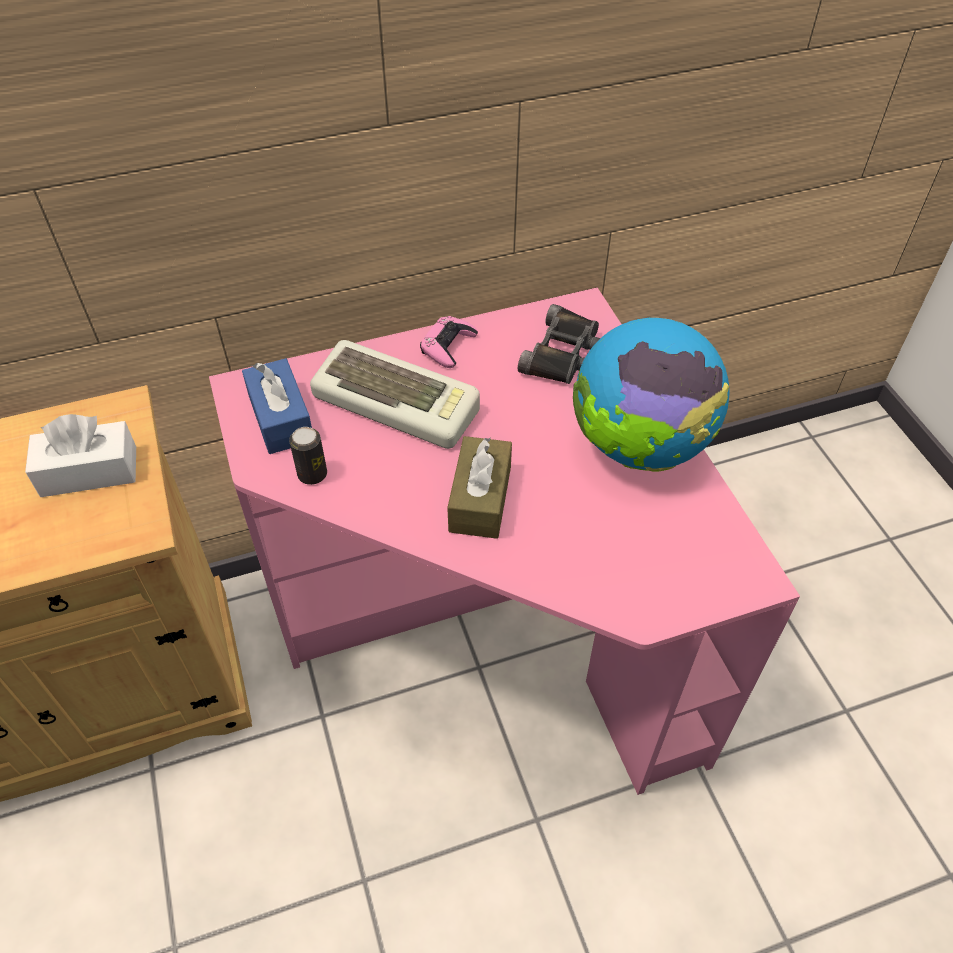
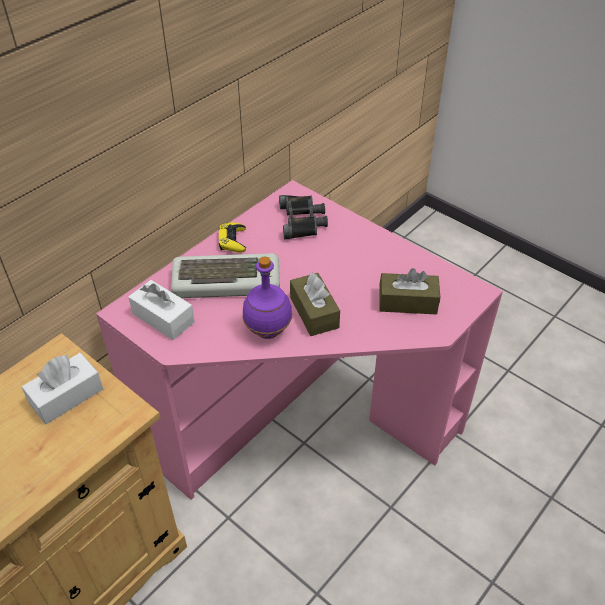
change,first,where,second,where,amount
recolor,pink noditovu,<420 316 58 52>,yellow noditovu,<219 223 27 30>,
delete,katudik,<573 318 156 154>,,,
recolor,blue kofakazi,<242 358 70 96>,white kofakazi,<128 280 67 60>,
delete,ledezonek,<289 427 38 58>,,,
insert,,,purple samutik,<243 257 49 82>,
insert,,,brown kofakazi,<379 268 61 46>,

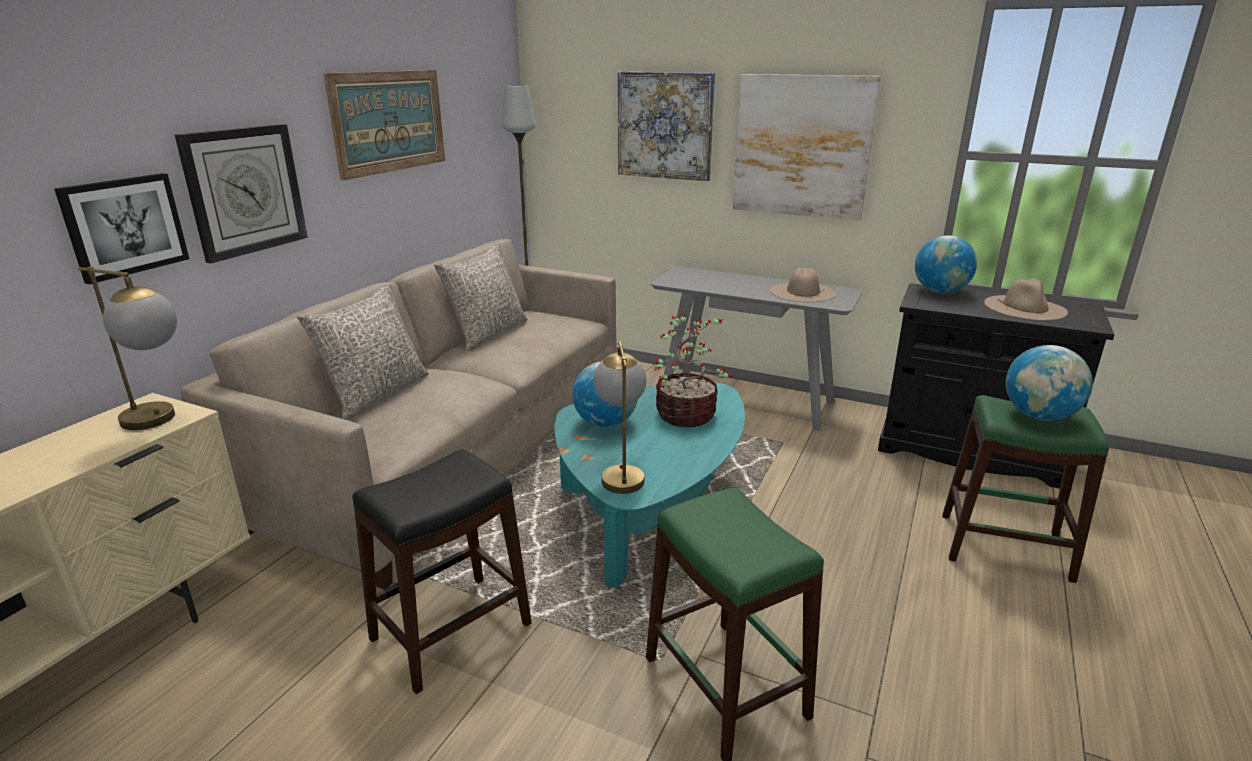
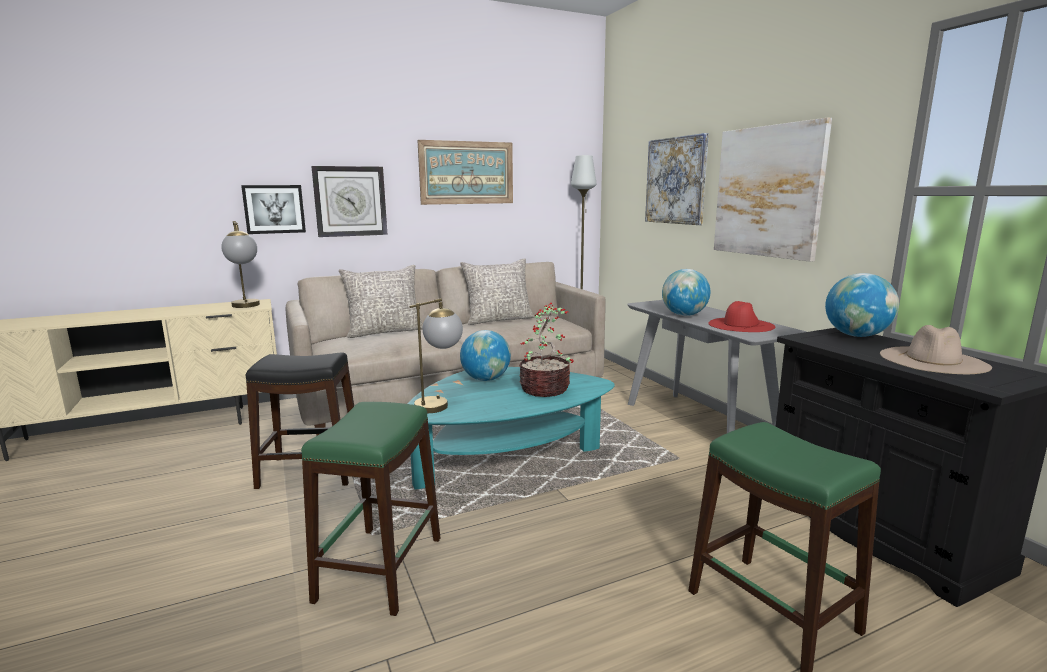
change,first,where,second,where,amount
recolor,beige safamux,<770 268 67 34>,red safamux,<708 301 67 31>,
move,katudik,<1006 345 87 76>,,<662 269 48 47>,

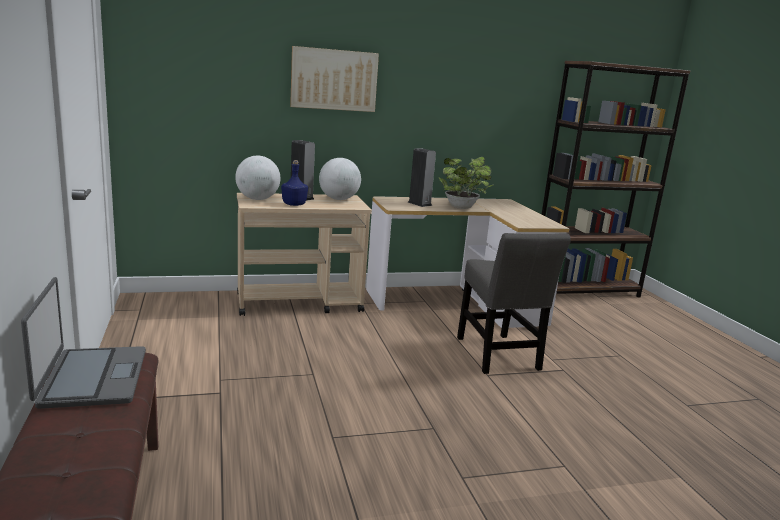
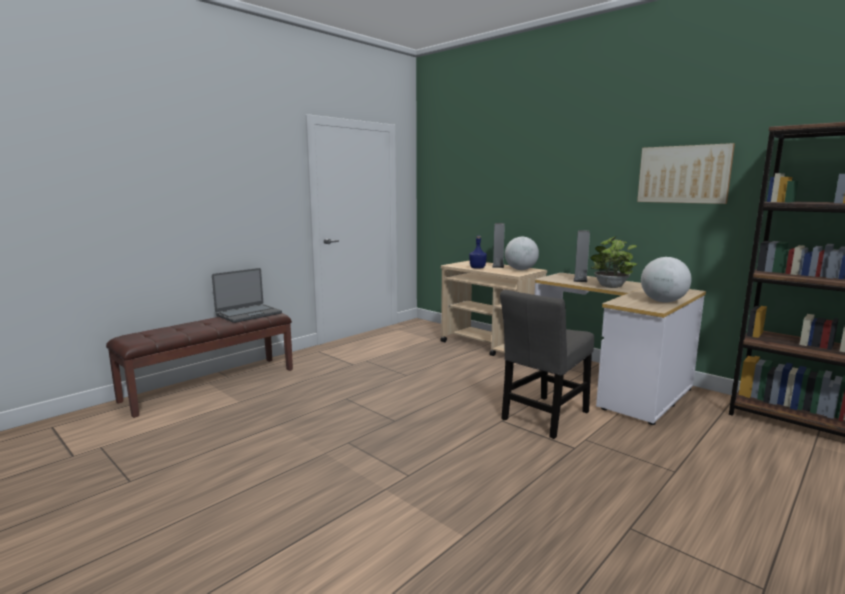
change,first,where,second,where,amount
move,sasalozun,<290 46 89 66>,,<637 143 98 61>,
move,katudik,<235 156 45 44>,,<641 257 51 45>,

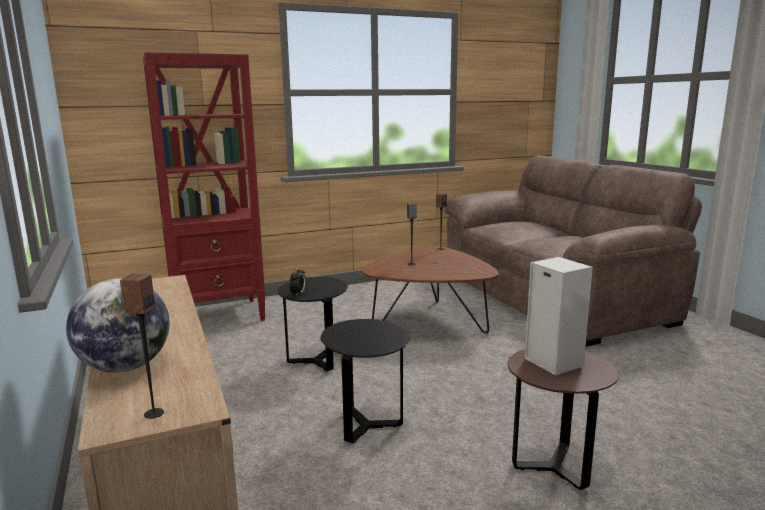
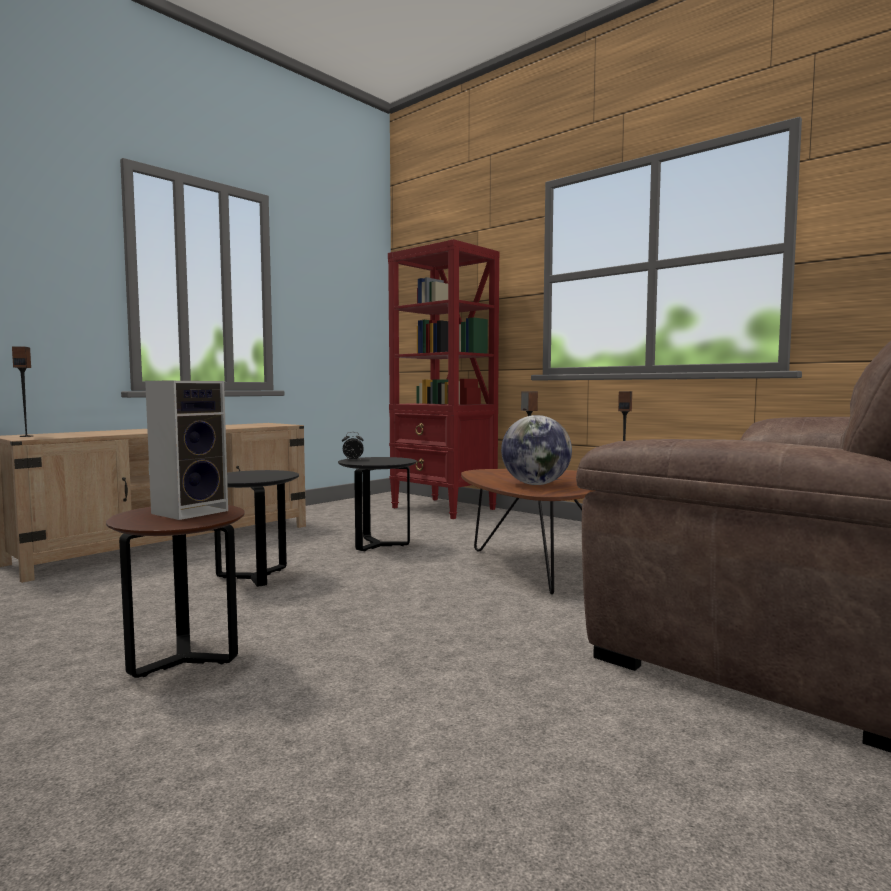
change,first,where,second,where,amount
move,katudik,<66 278 104 95>,,<501 415 71 70>,

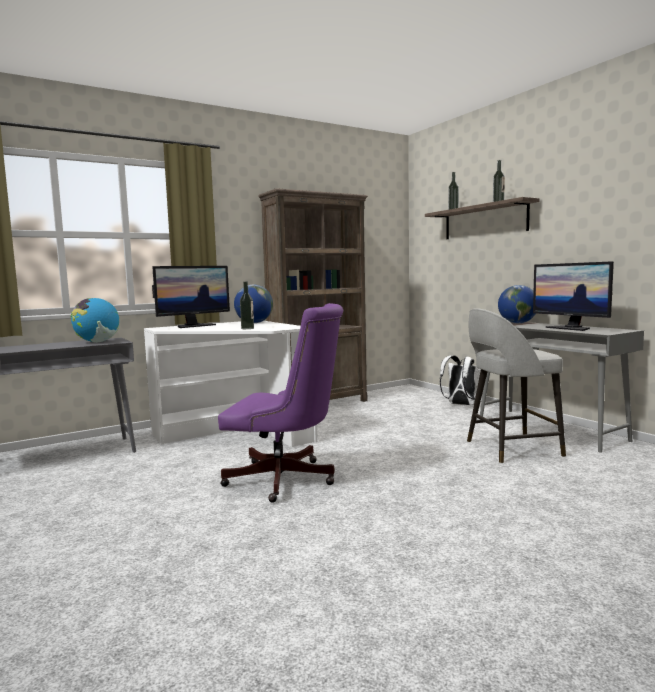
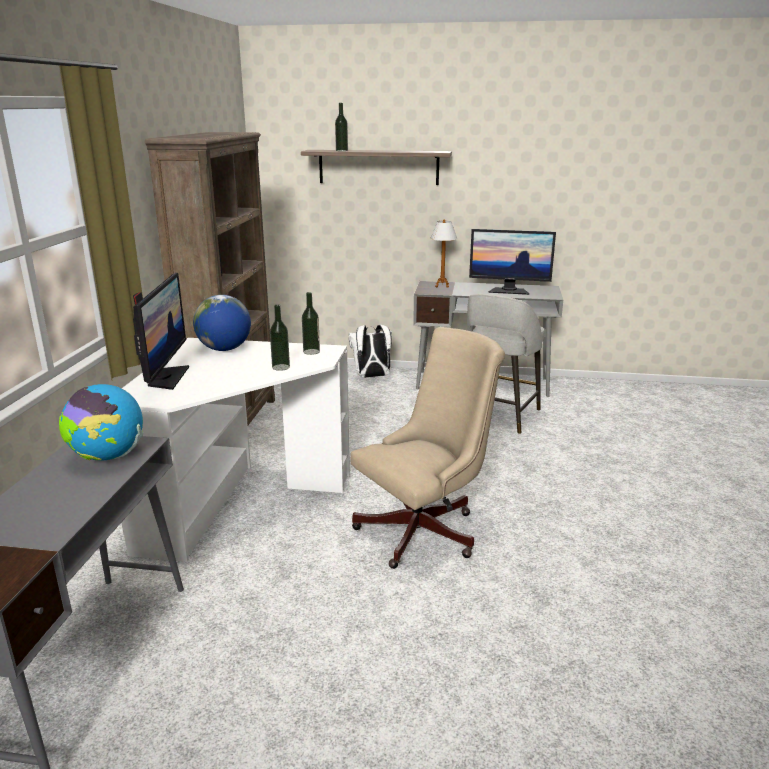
change,first,where,second,where,amount
move,samutik,<493 160 12 42>,,<302 292 18 63>,
replace,katudik,<498 285 38 38>,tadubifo,<431 219 26 69>,
recolor,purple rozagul,<218 303 125 200>,beige rozagul,<351 327 154 242>,

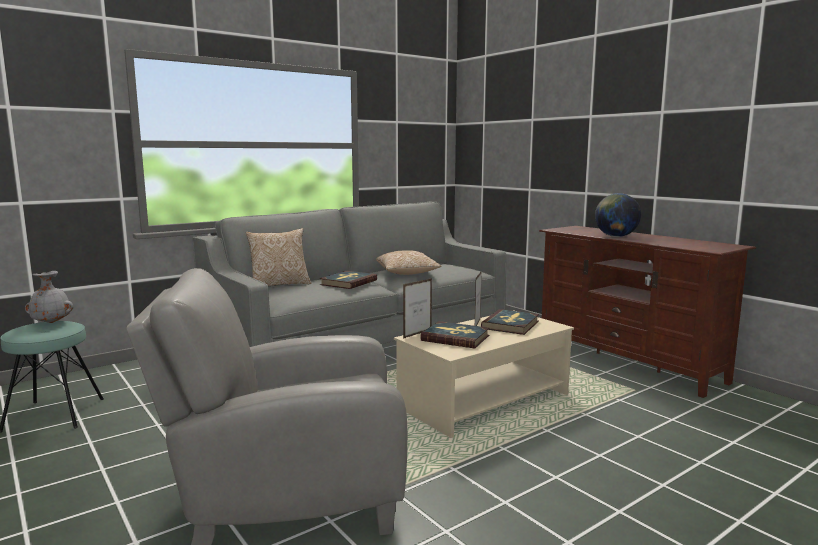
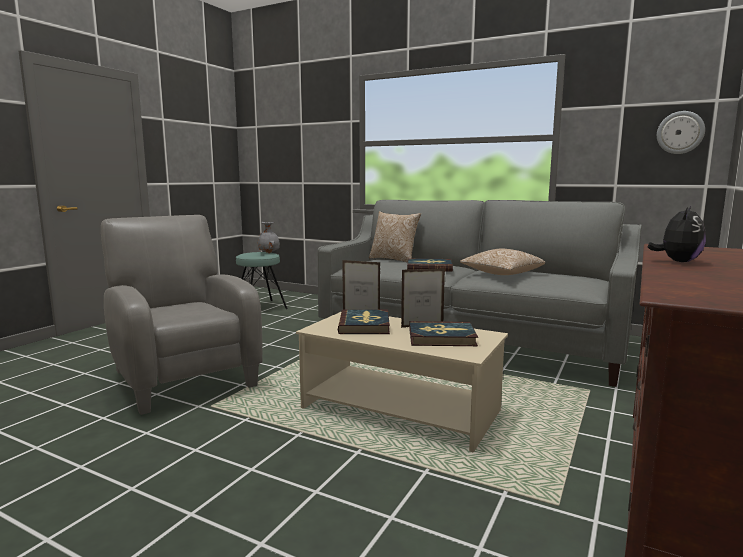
change,first,where,second,where,amount
replace,katudik,<595 193 46 44>,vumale,<648 206 58 56>,
insert,,,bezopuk,<657 111 48 43>,

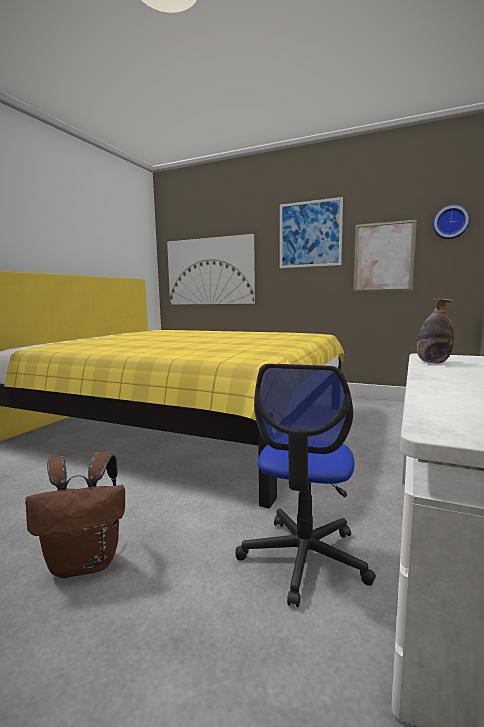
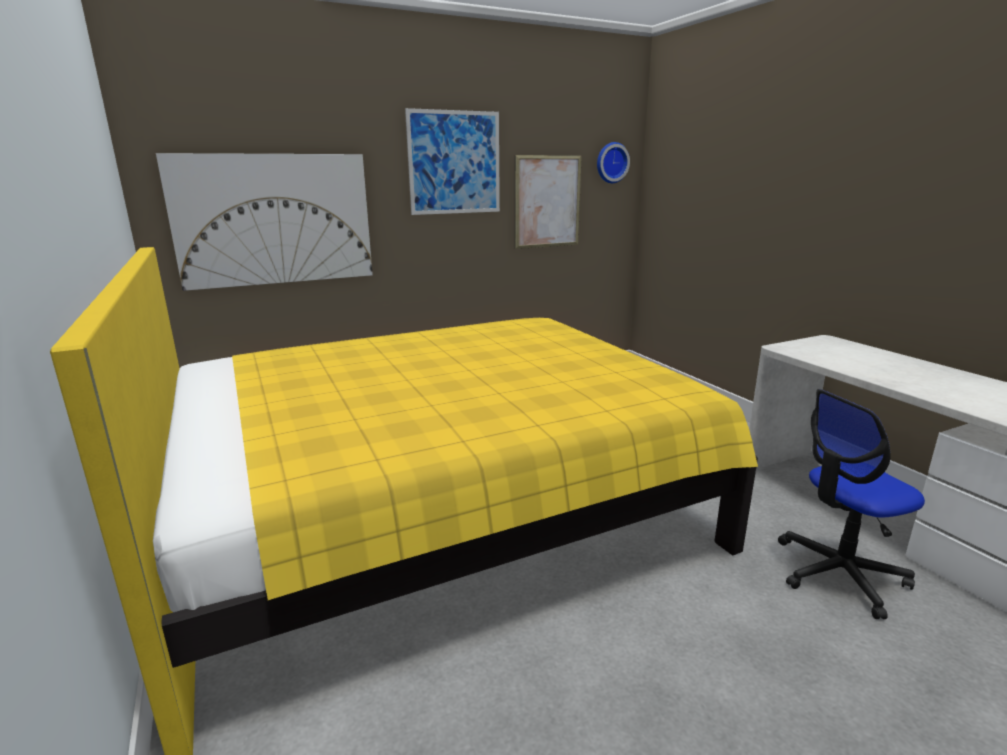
change,first,where,second,where,amount
delete,samutik,<417 298 37 65>,,,
rotate,rozagul,<235 364 141 243>,,<778 389 147 230>,105 degrees clockwise
delete,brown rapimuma,<25 452 100 126>,,,

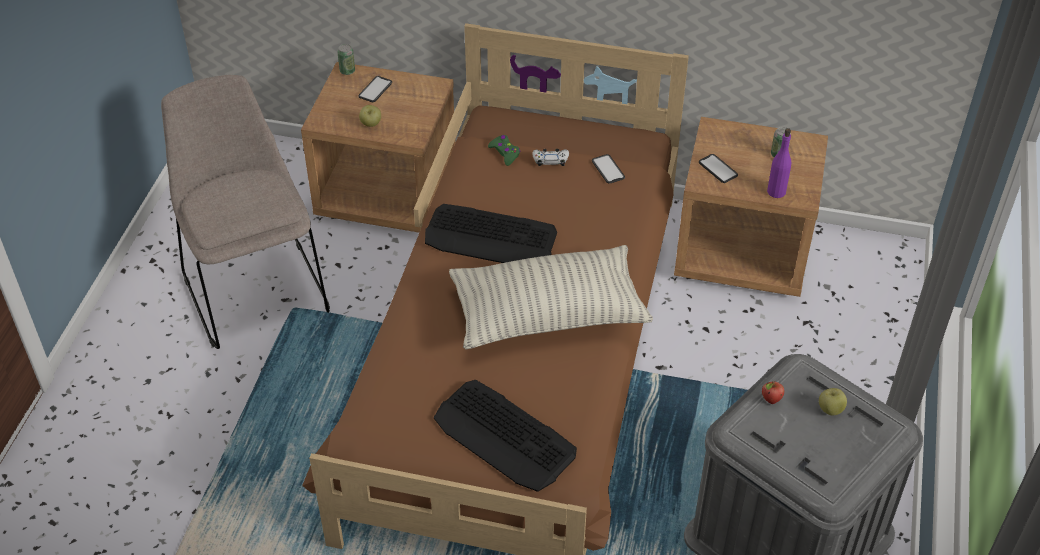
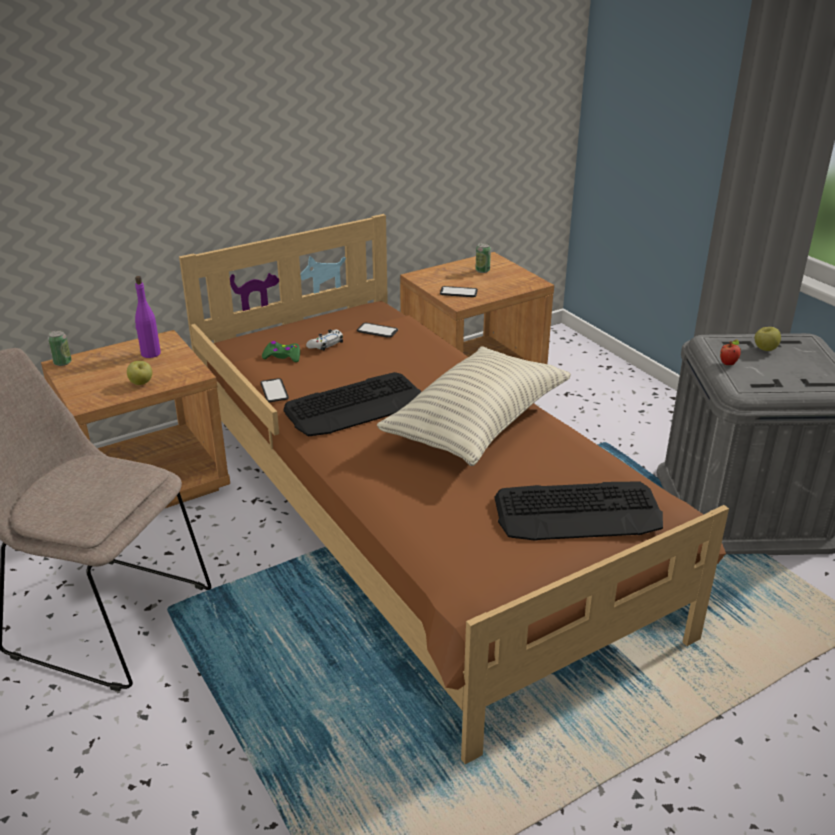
change,first,where,second,where,amount
move,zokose,<358 76 34 26>,,<260 378 29 24>,
move,purple samutik,<767 128 24 70>,,<135 276 26 82>,

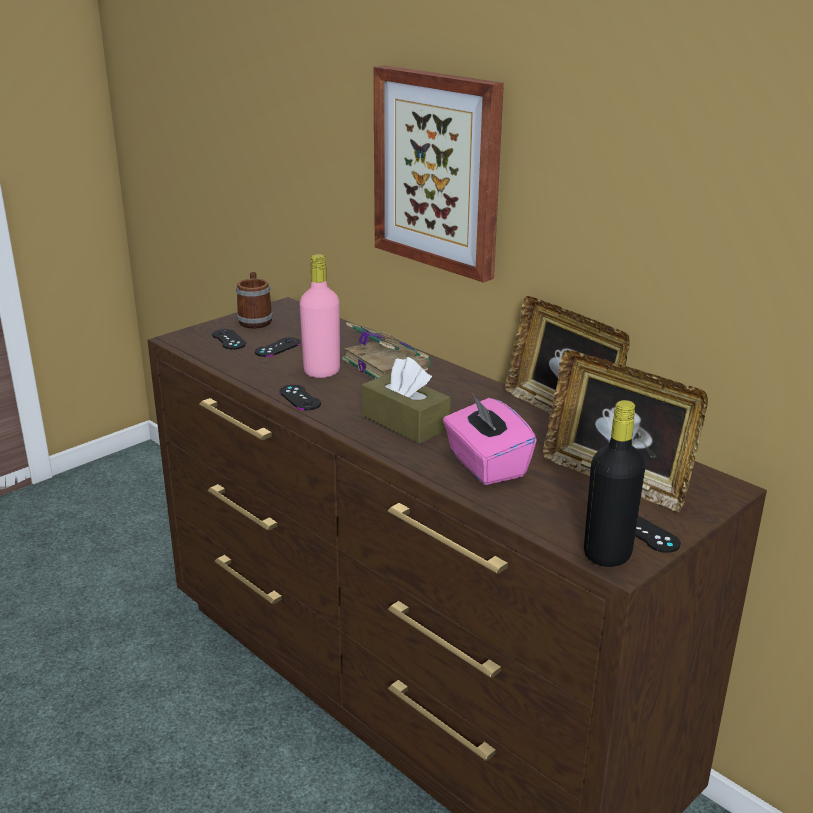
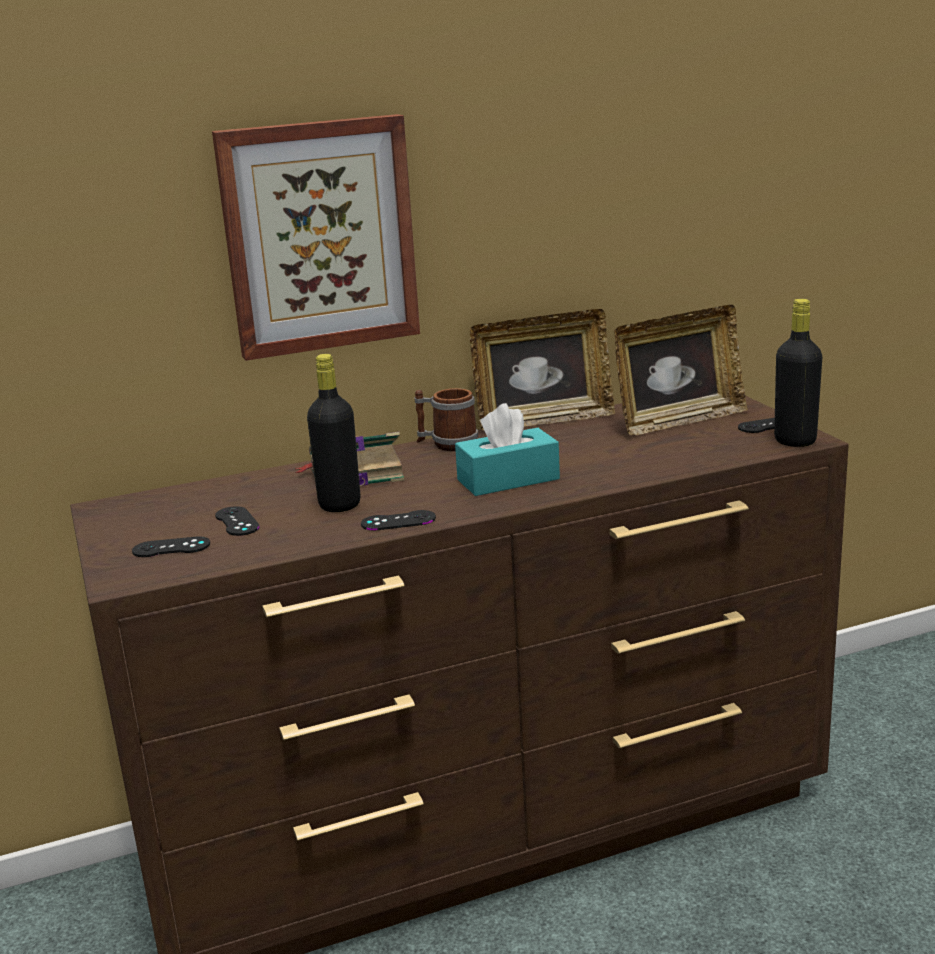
change,first,where,second,where,amount
recolor,pink samutik,<300 254 40 124>,black samutik,<307 354 53 158>,
move,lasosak,<236 272 37 56>,,<415 388 63 63>,
recolor,brown kofakazi,<362 357 89 87>,turquoise kofakazi,<455 403 105 93>,
delete,pink kofakazi,<443 393 94 92>,,,

